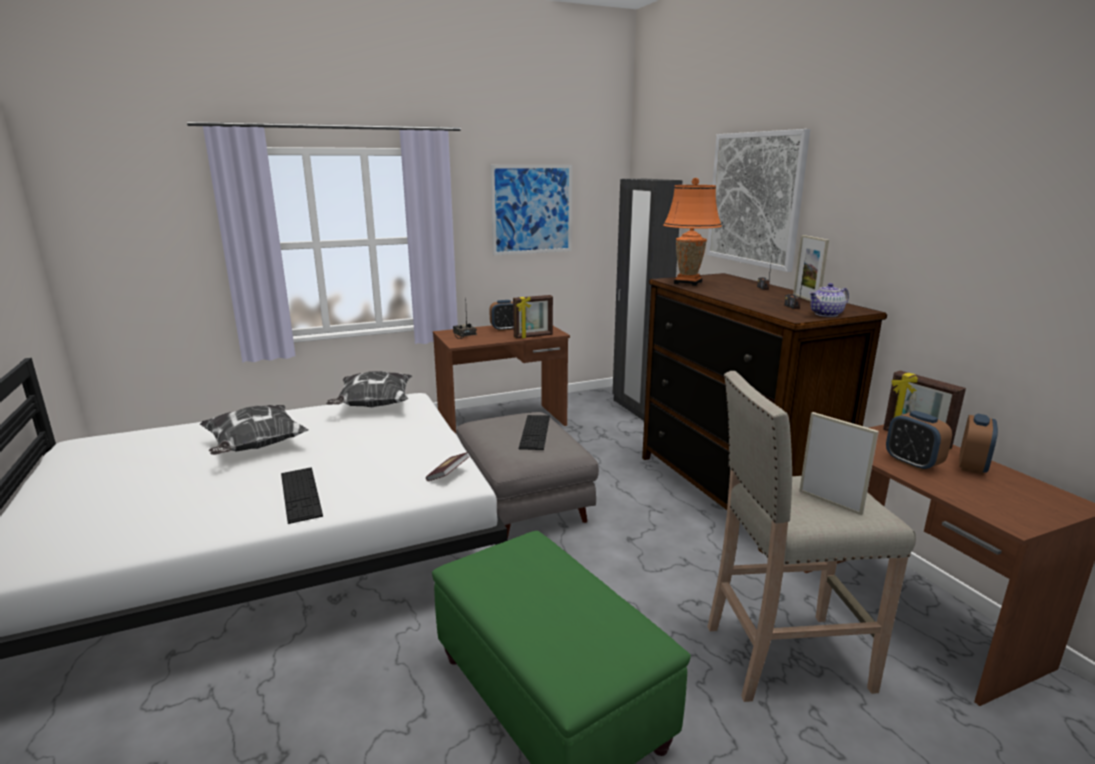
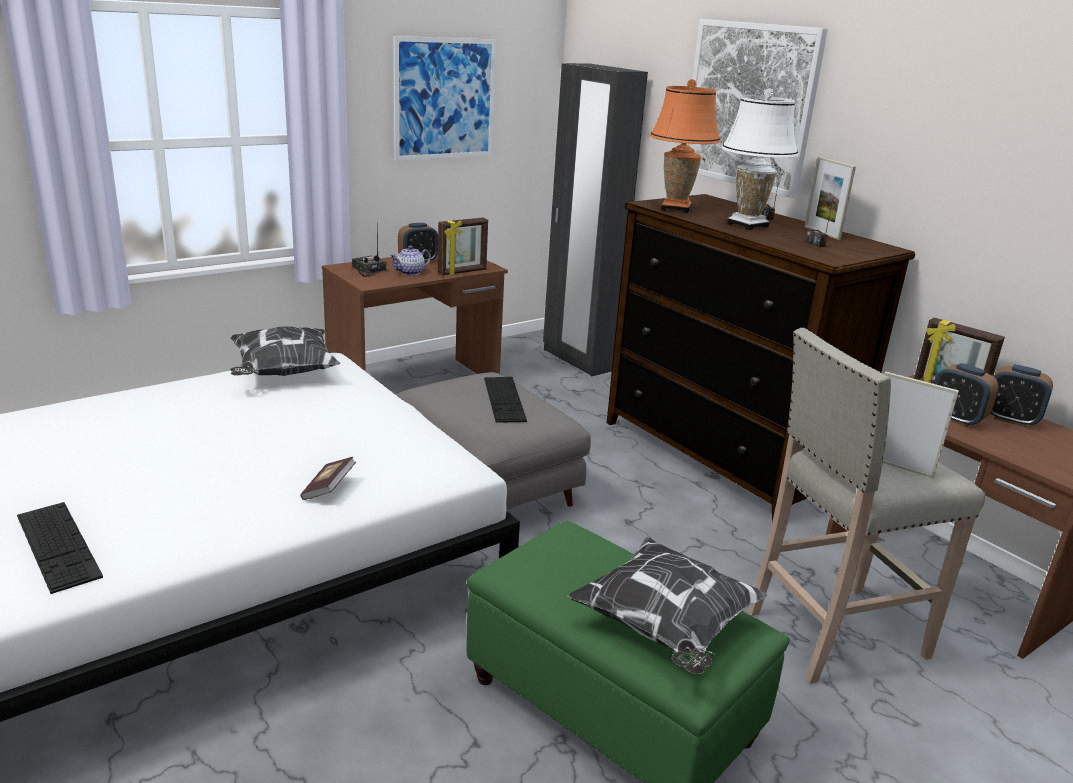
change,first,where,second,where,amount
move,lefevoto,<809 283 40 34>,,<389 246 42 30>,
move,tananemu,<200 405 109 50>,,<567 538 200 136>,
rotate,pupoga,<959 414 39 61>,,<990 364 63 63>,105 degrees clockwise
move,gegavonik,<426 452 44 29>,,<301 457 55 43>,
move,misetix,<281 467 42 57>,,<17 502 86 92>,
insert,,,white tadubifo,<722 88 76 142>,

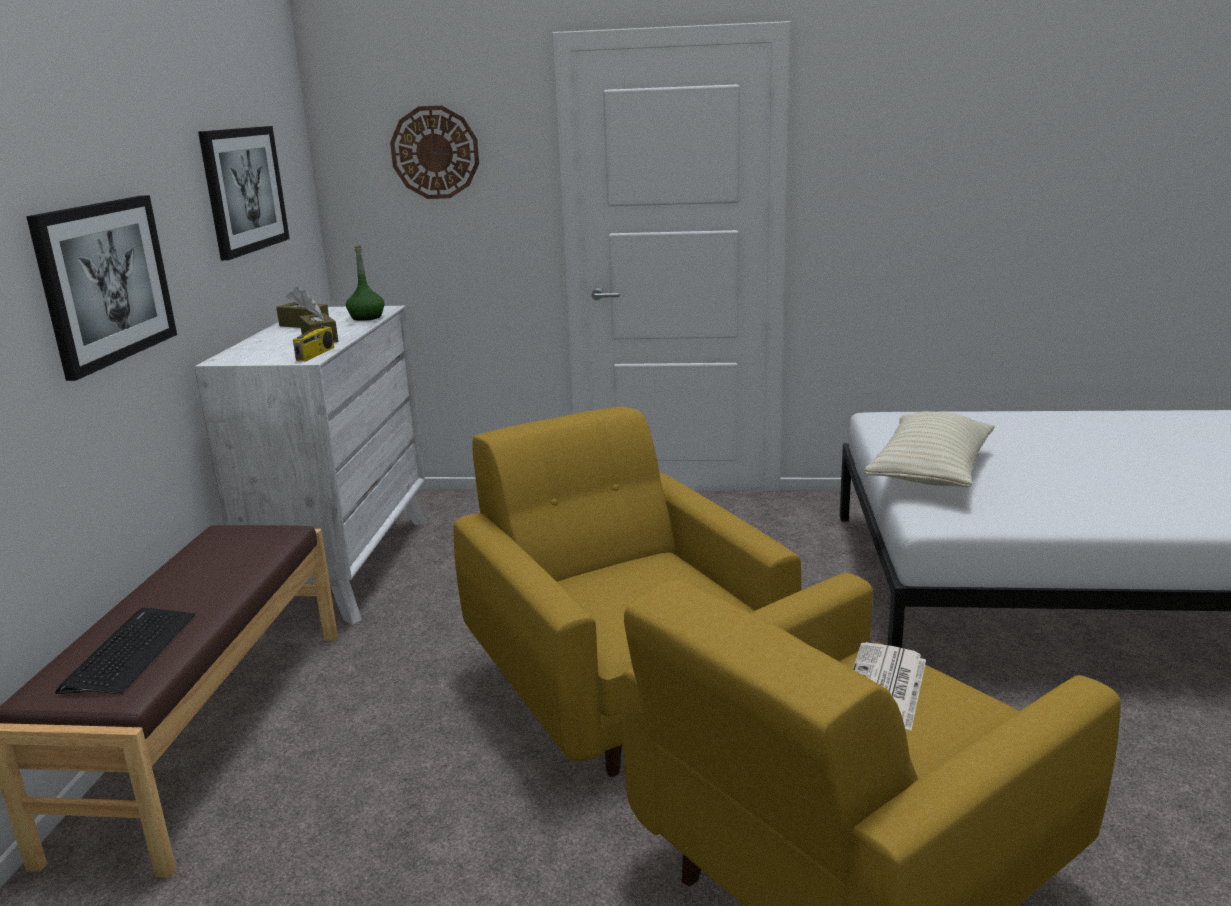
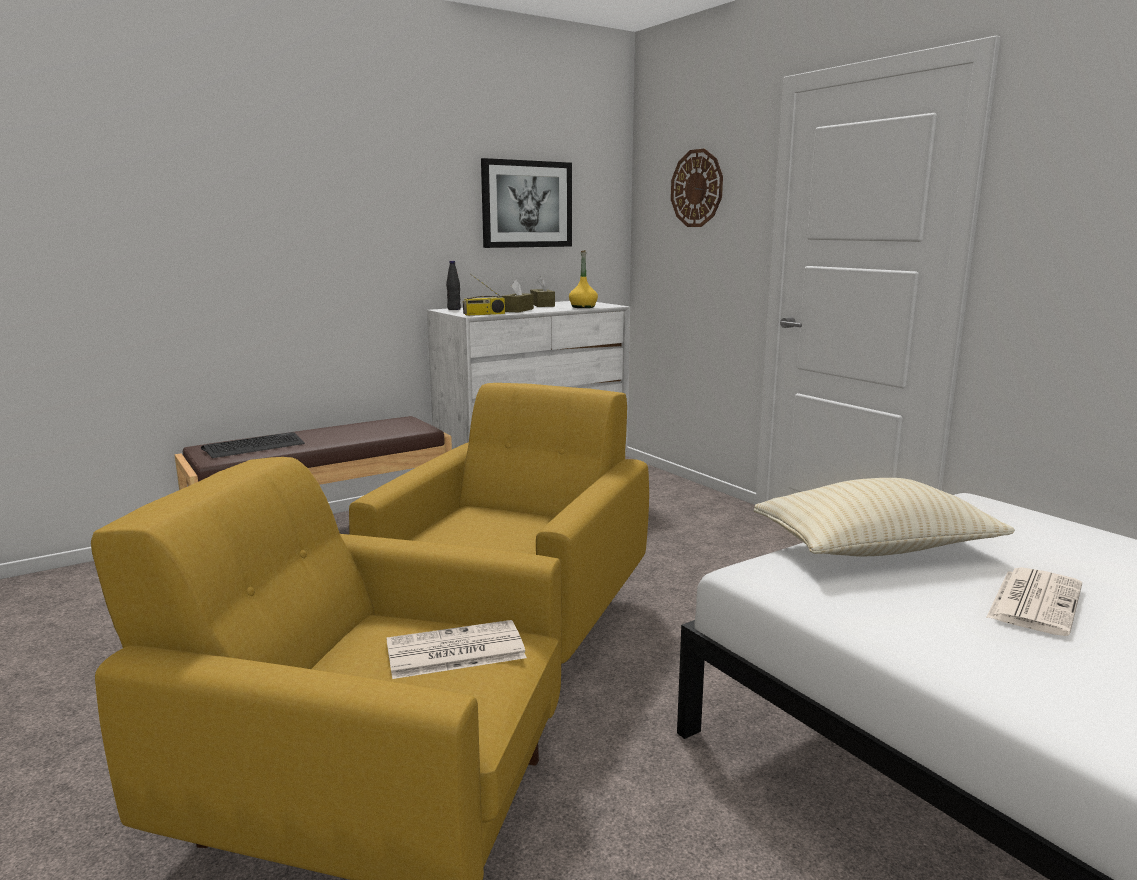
change,first,where,second,where,amount
delete,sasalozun,<26 195 151 186>,,,
recolor,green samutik,<346 245 38 76>,yellow samutik,<569 250 29 58>,
insert,,,black samutik,<446 261 15 49>,
insert,,,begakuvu,<986 567 96 69>,

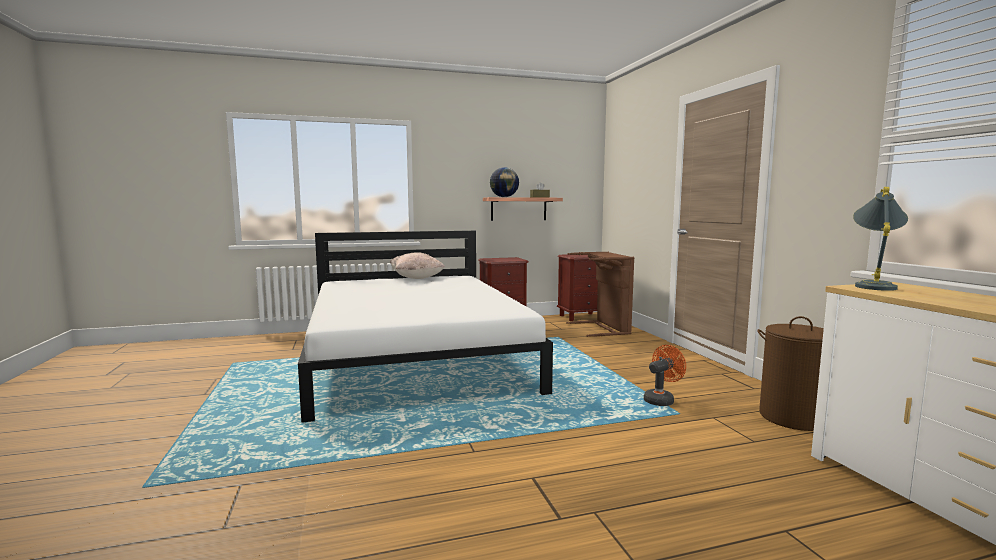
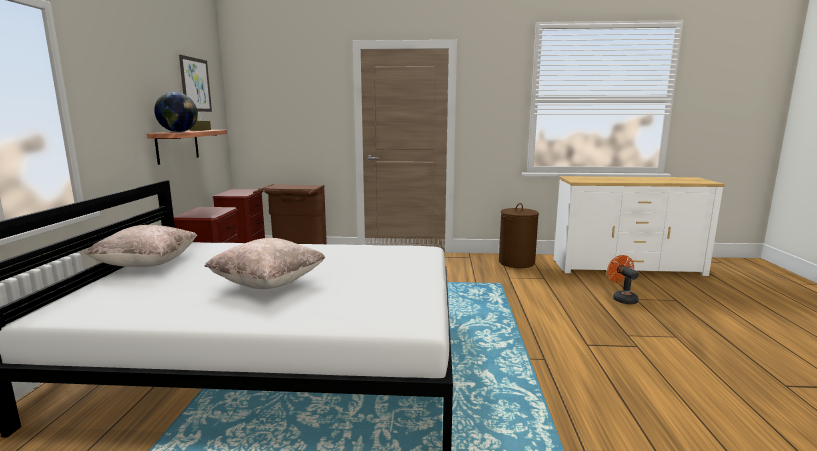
change,first,where,second,where,amount
delete,grey tadubifo,<853 187 55 104>,,,
move,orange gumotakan,<644 345 42 61>,,<607 255 32 49>,
insert,,,sasalozun,<179 55 33 57>,
insert,,,beige tananemu,<204 238 121 51>,

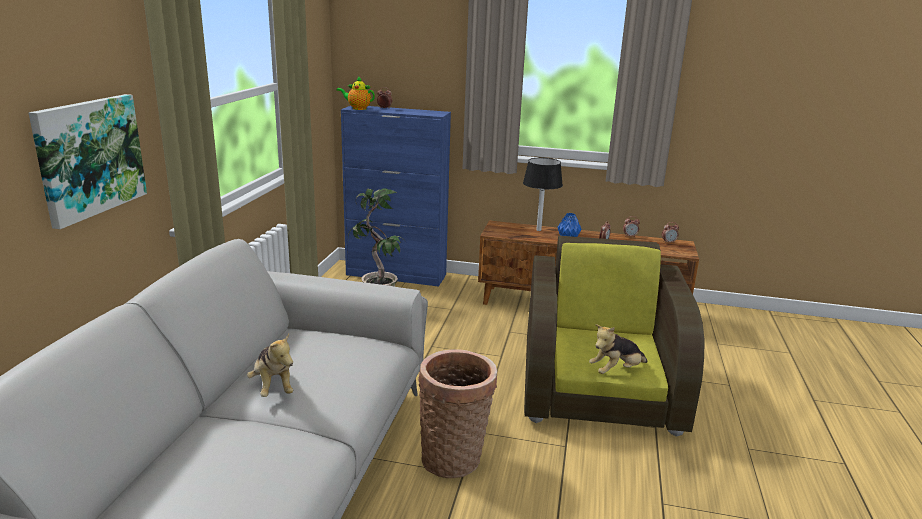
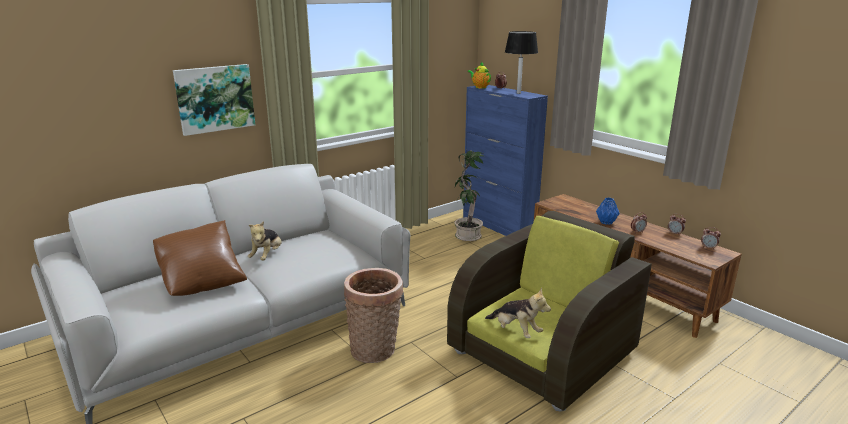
change,first,where,second,where,amount
move,black tadubifo,<523 158 40 73>,,<505 31 33 63>,
rotate,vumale,<589 324 59 50>,,<485 288 66 50>,150 degrees counterclockwise
insert,,,brown tananemu,<153 220 94 76>,

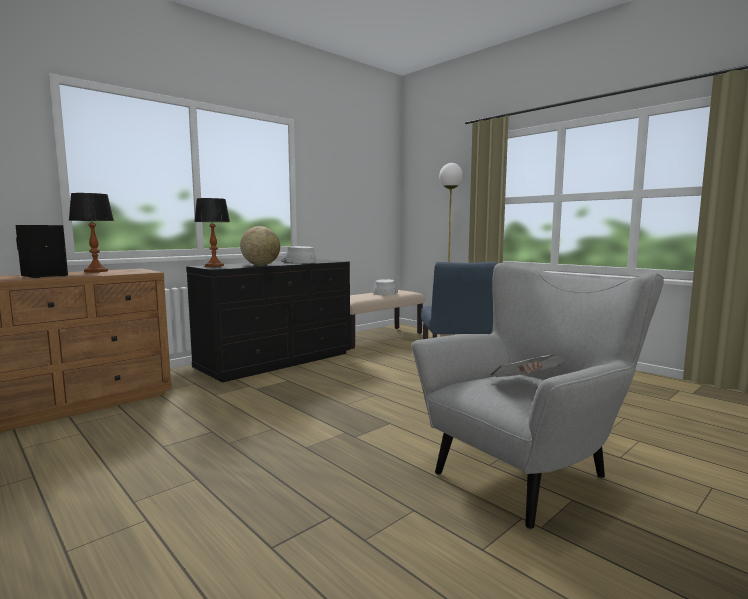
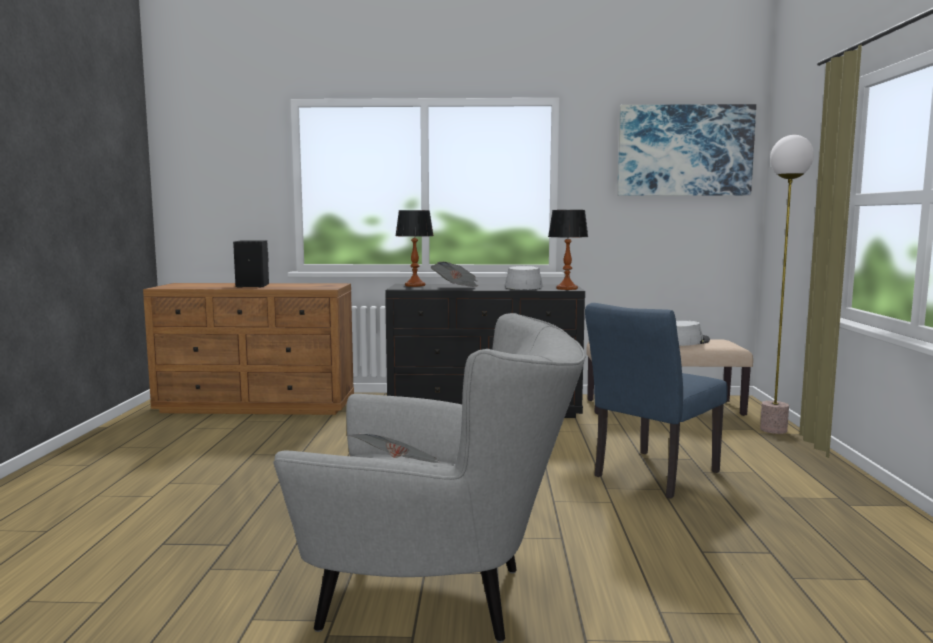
change,first,where,second,where,amount
move,tadubifo,<69 193 45 79>,,<548 210 40 80>,
replace,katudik,<240 226 40 40>,begakuvu,<431 262 47 25>,
insert,,,sasalozun,<617 104 139 92>,

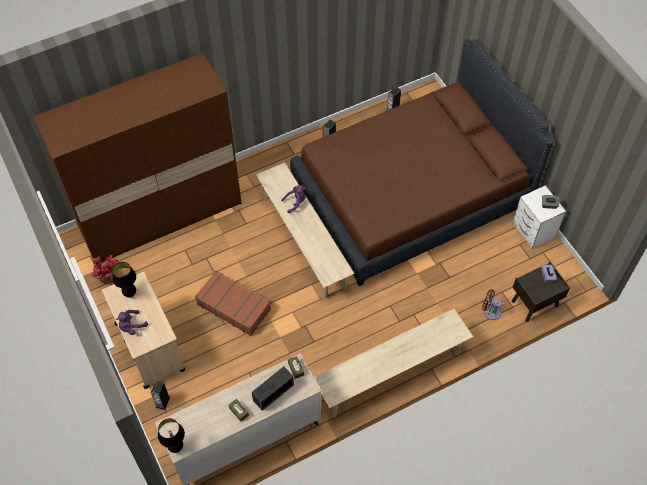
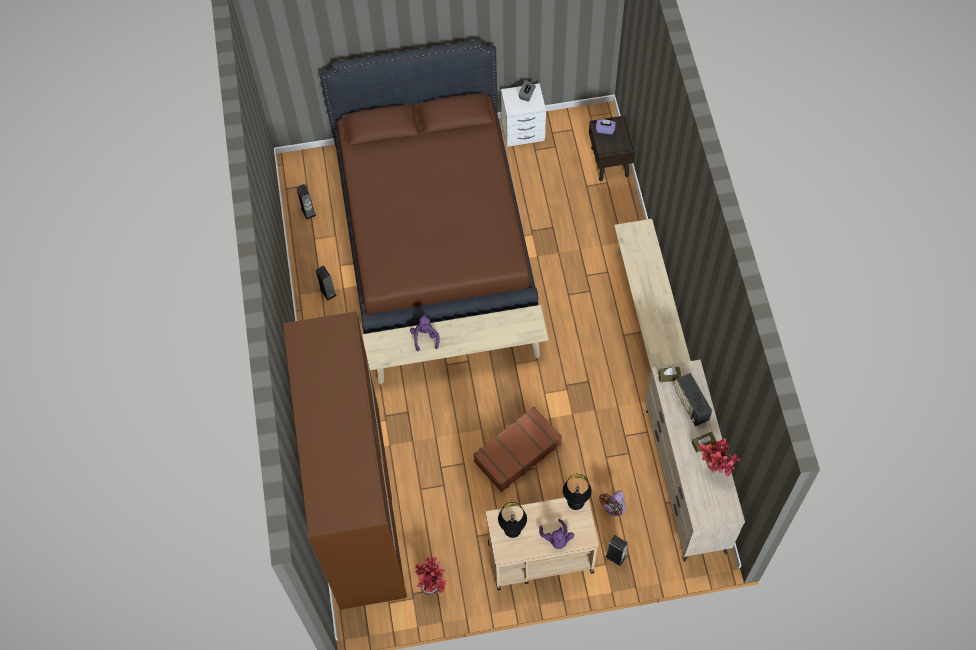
change,first,where,second,where,amount
move,brown gumotakan,<482 289 21 31>,,<599 490 27 27>,
move,black tadubifo,<158 418 27 35>,,<563 474 29 36>,
insert,,,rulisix,<699 438 41 39>,

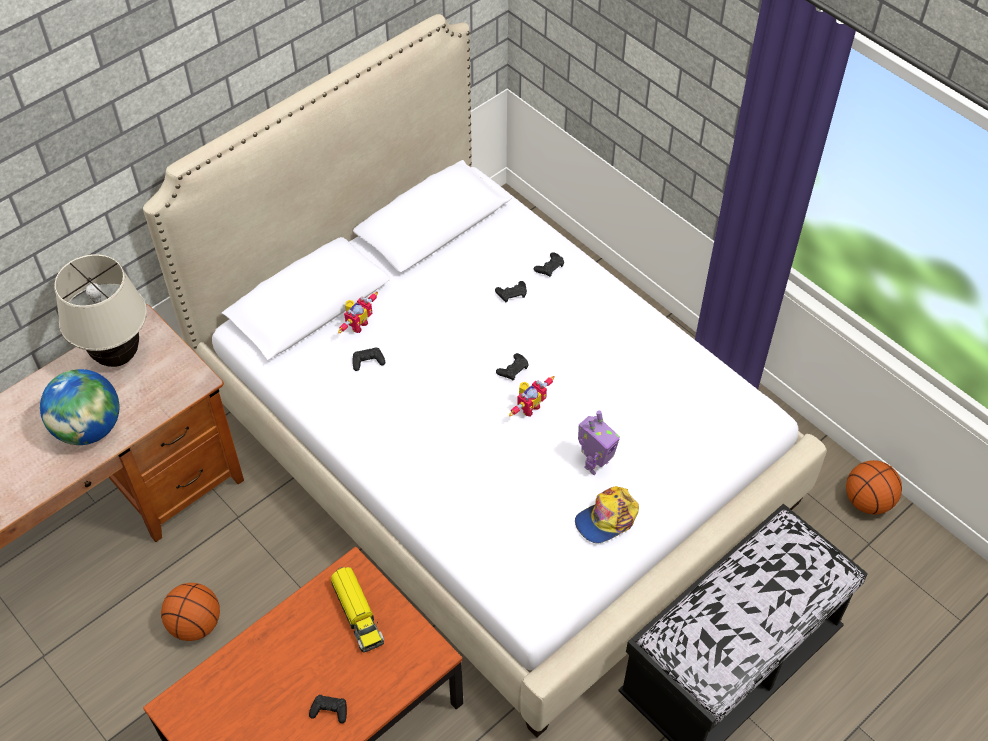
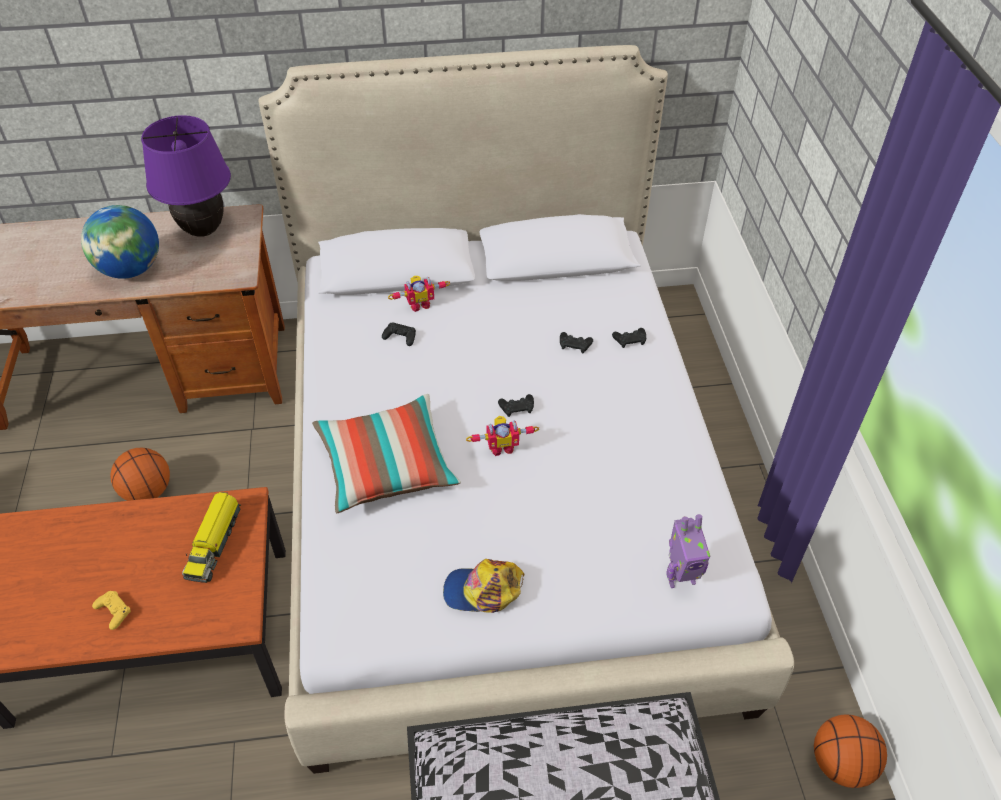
change,first,where,second,where,amount
recolor,beige tadubifo,<54 254 93 113>,purple tadubifo,<141 115 90 122>,
move,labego,<578 411 42 64>,,<666 514 44 74>,
recolor,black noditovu,<309 695 38 29>,yellow noditovu,<92 591 39 39>,
insert,,,tananemu,<312 394 149 119>,

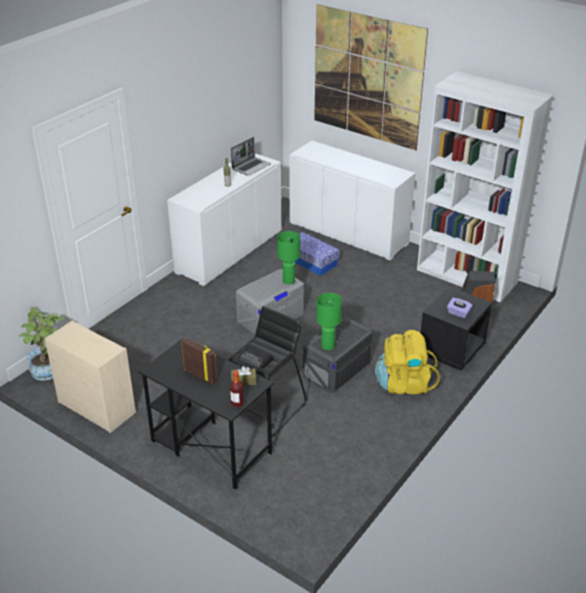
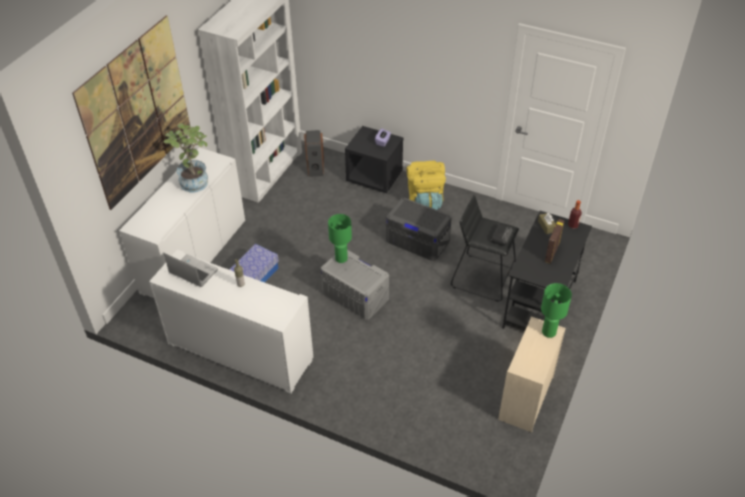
change,first,where,second,where,amount
move,green tadubifo,<316 293 26 57>,,<541 283 31 55>,
move,rulisix,<18 307 48 74>,,<164 123 44 70>,

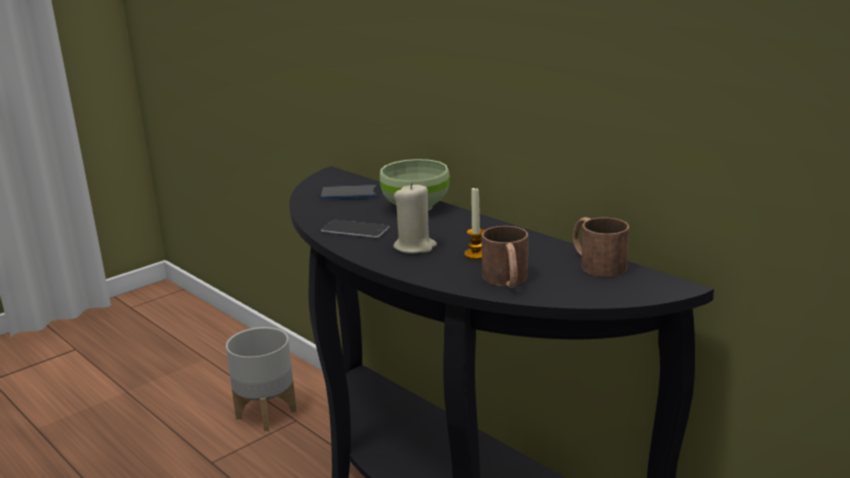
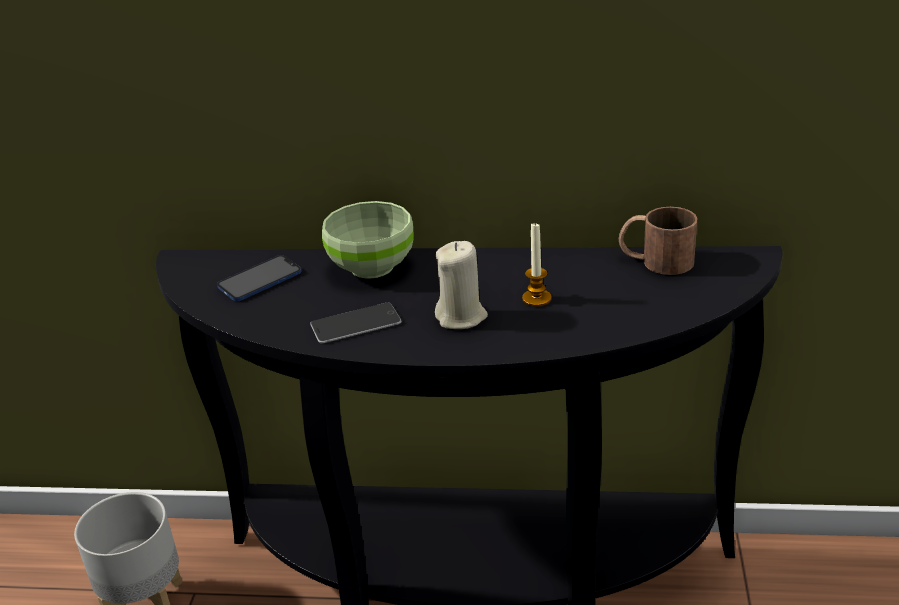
change,first,where,second,where,amount
delete,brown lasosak,<482 226 46 62>,,,

